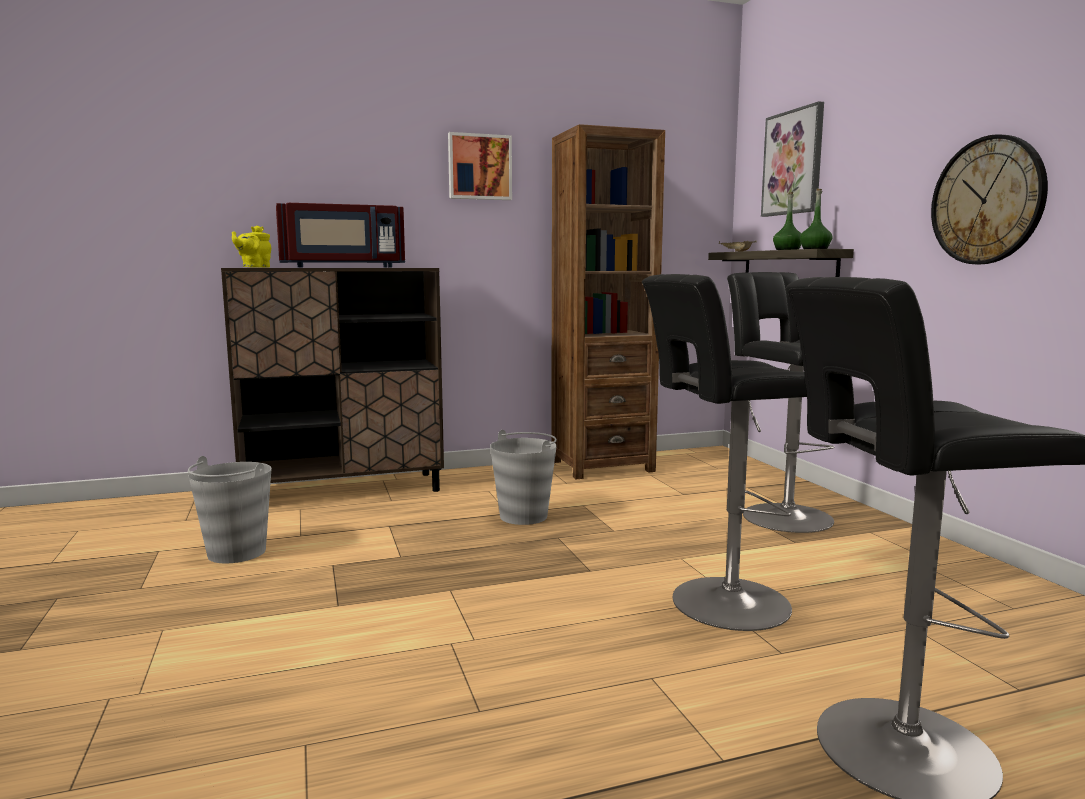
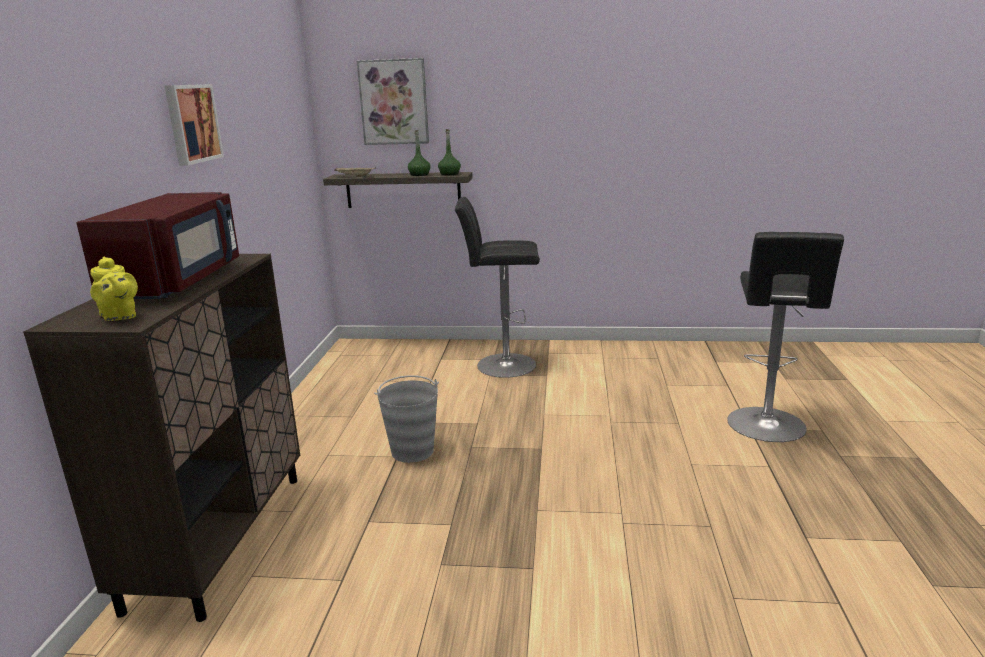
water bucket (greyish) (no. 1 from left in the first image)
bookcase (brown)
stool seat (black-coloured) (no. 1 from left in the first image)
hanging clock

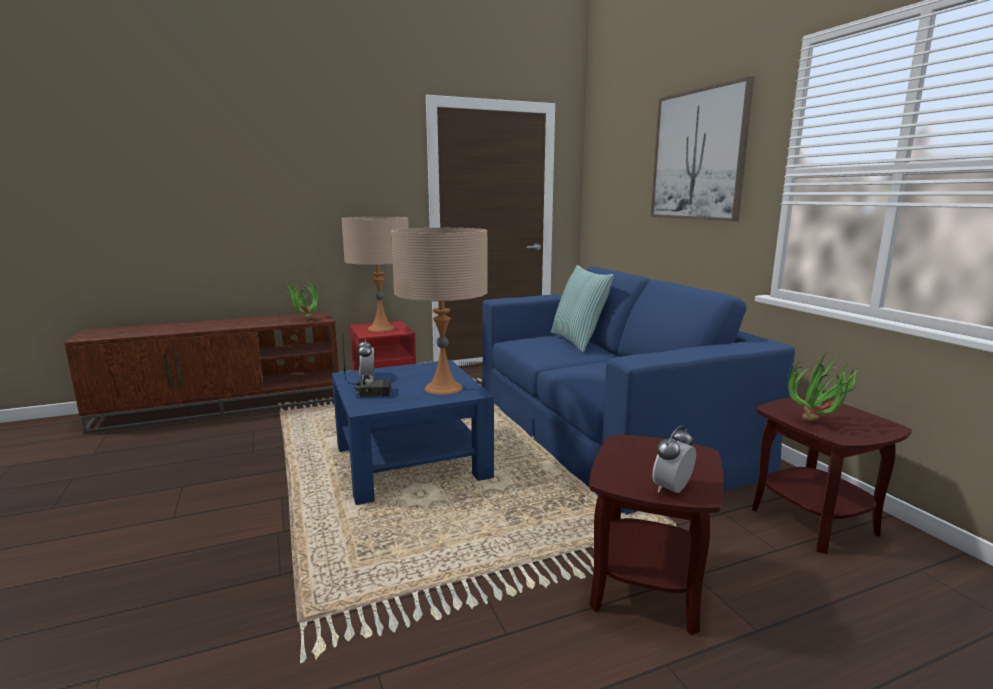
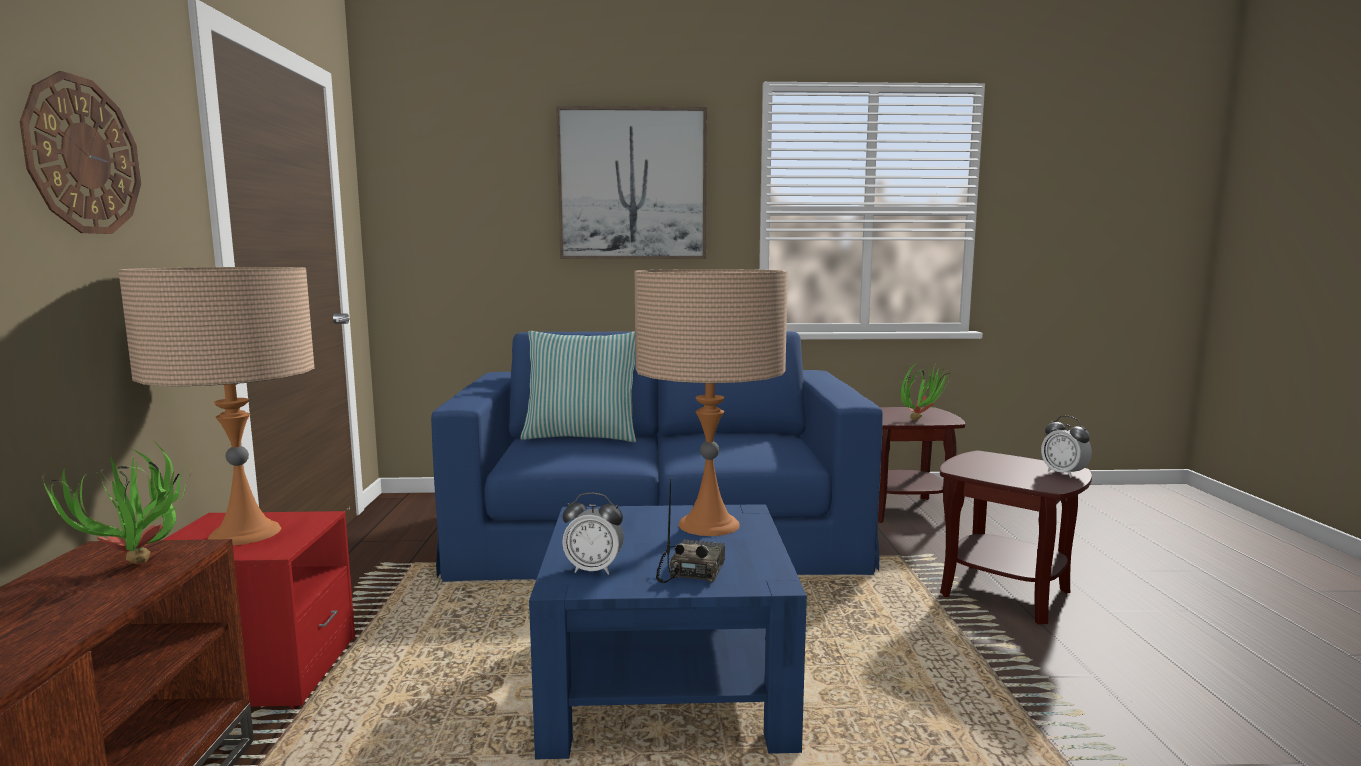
hanging clock

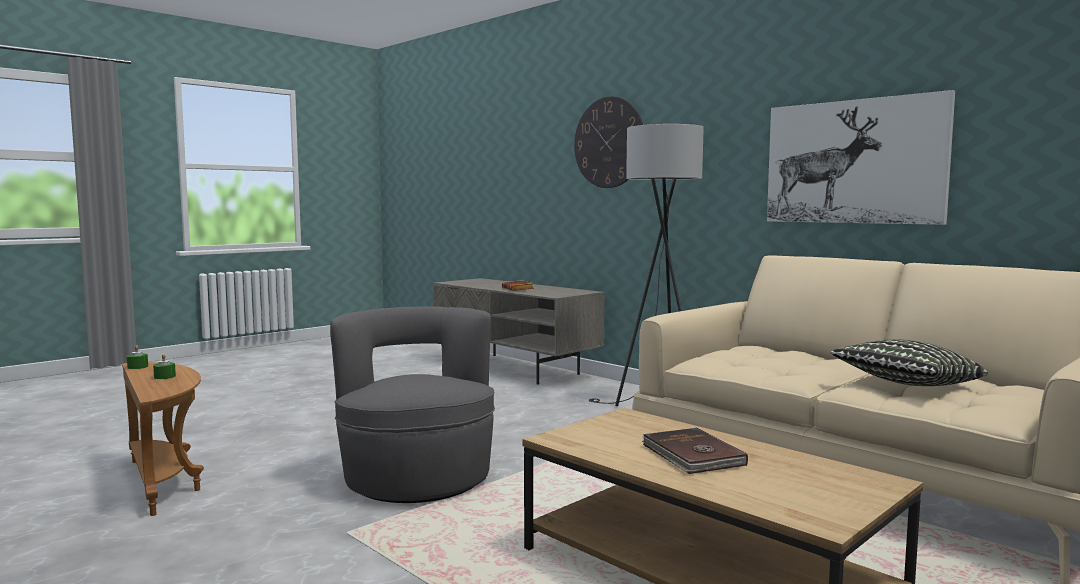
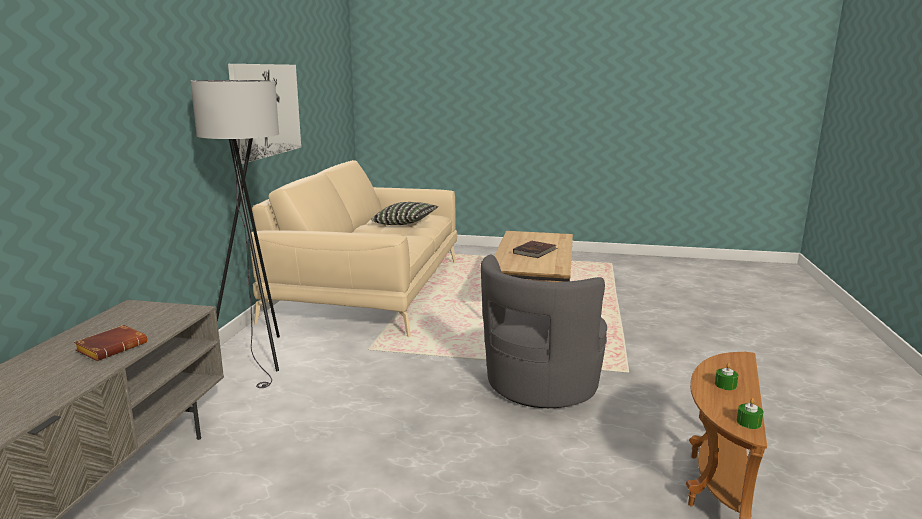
hanging clock

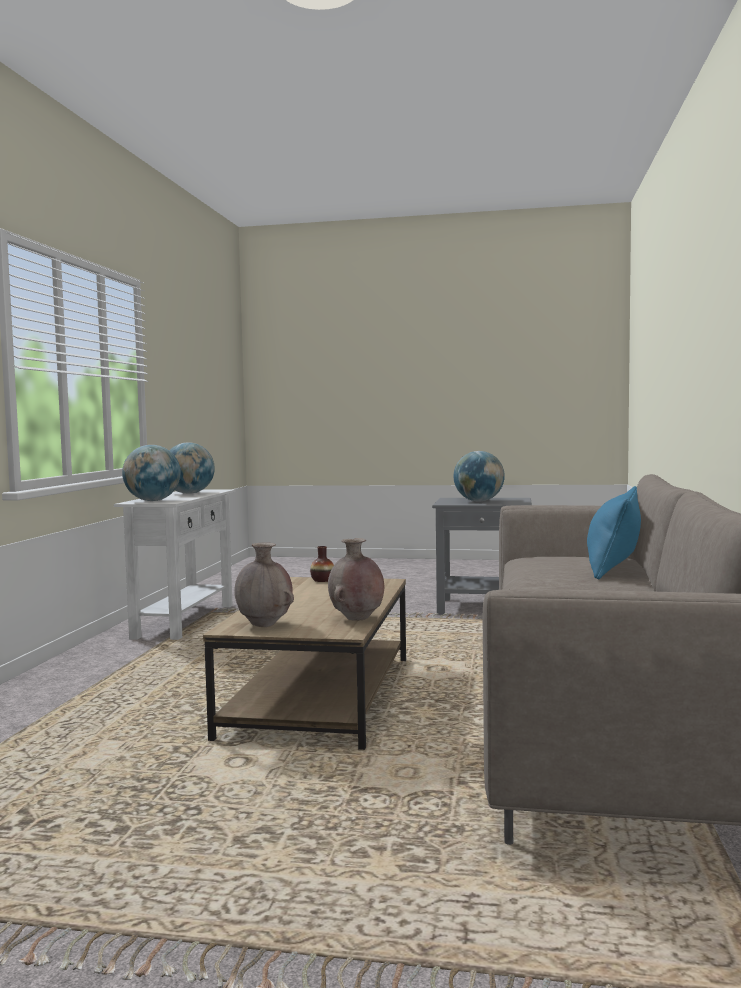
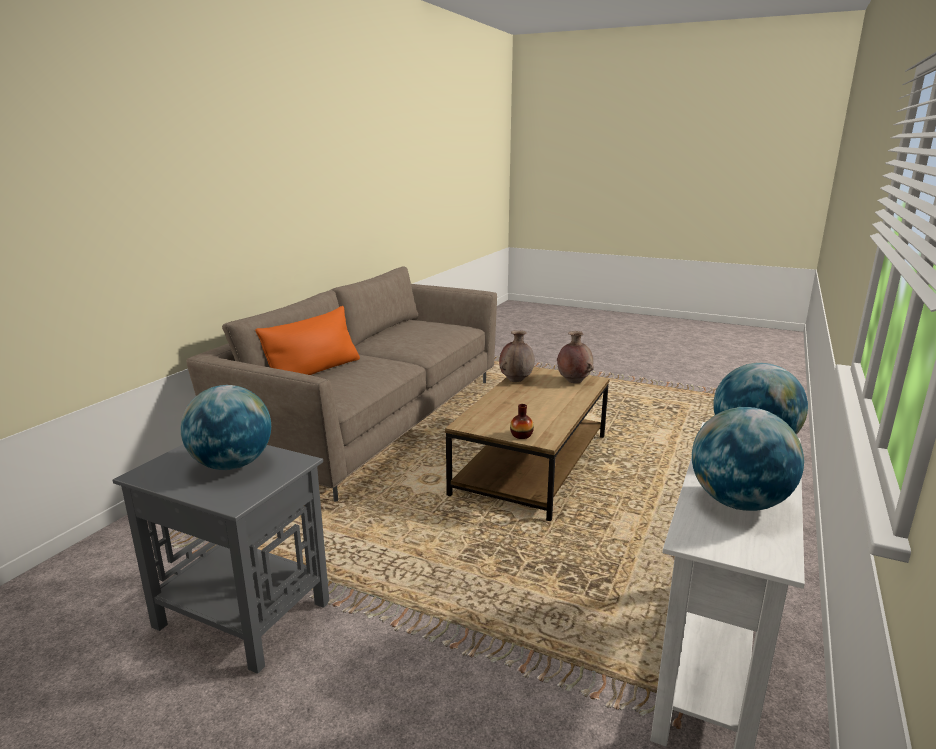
throw pillow (orange-coloured)

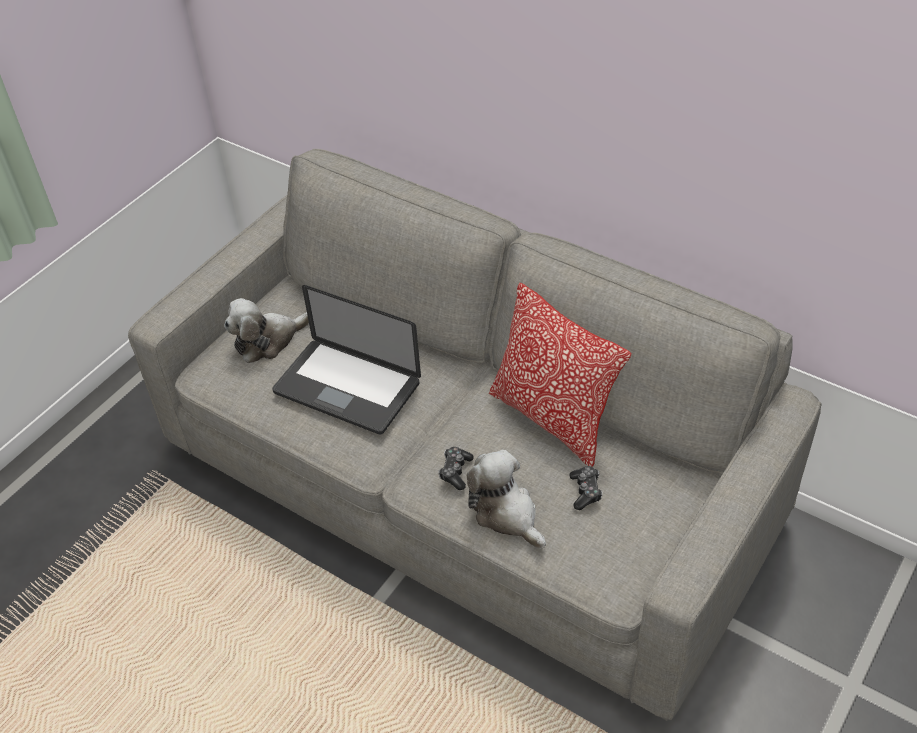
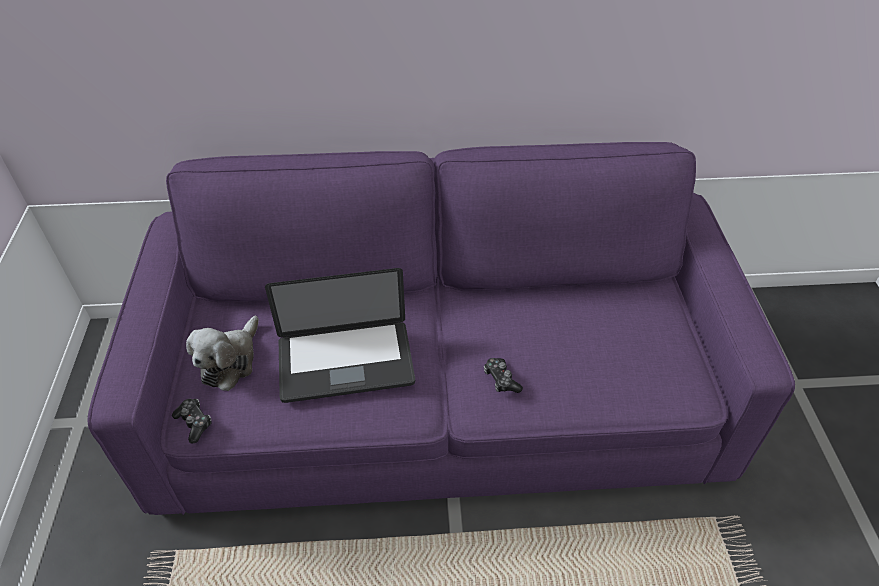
sofa (purple)
game controller (no. 1 from left)
cuddly toy (no. 2 from left in the first image)
throw pillow

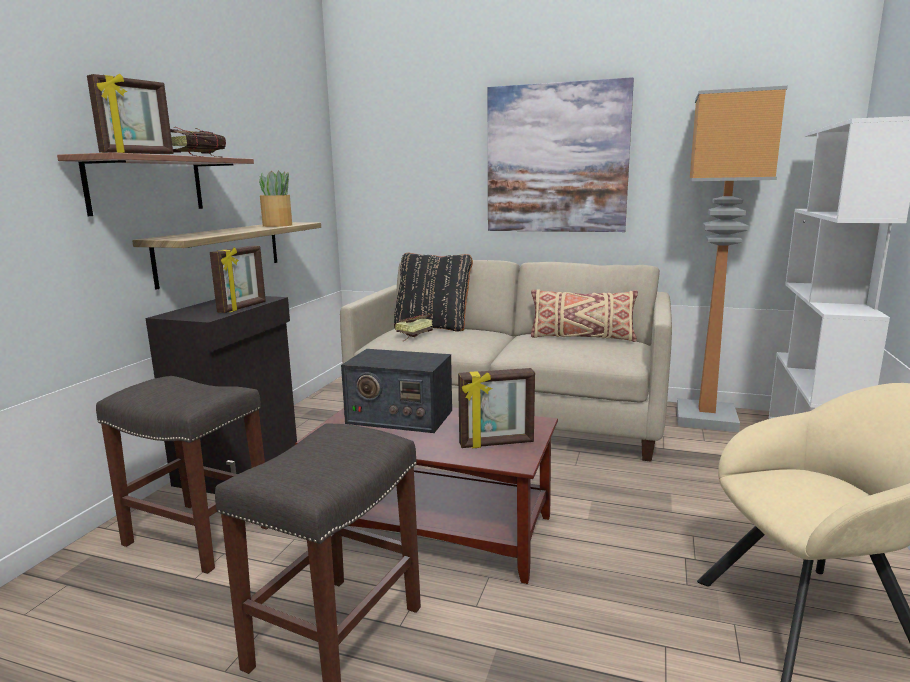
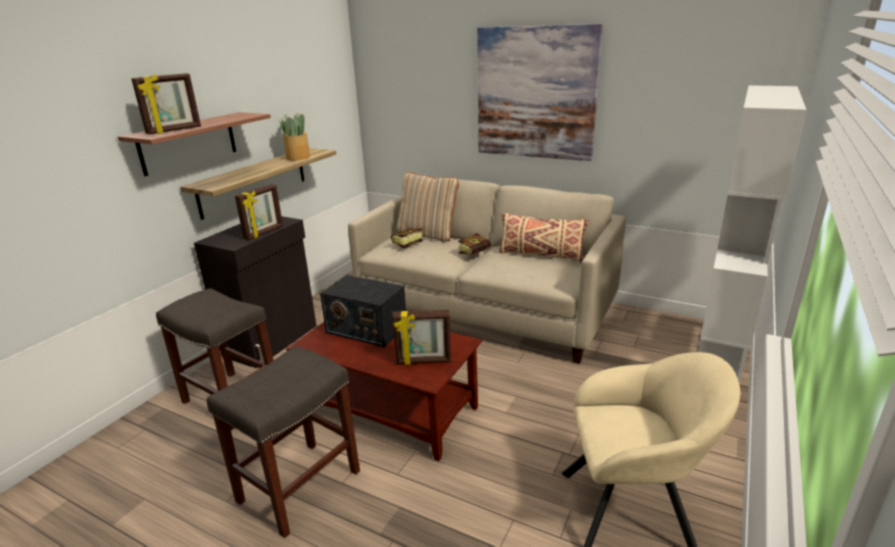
throw pillow (sand-coloured) (no. 1 from left)
bound book (no. 2 from left)
standing lamp

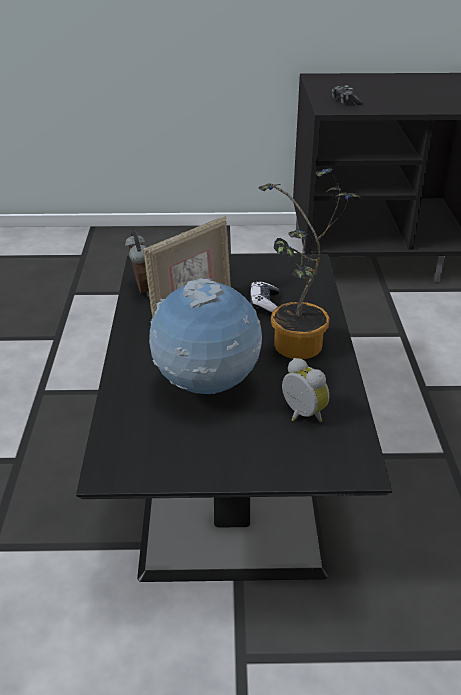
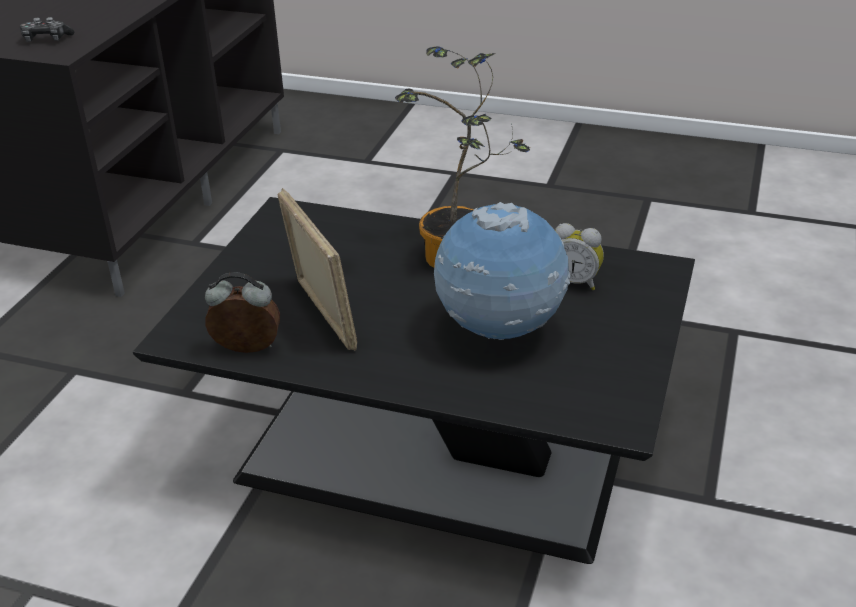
alarm clock (no. 2 from left)
game controller (no. 1 from left in the first image)

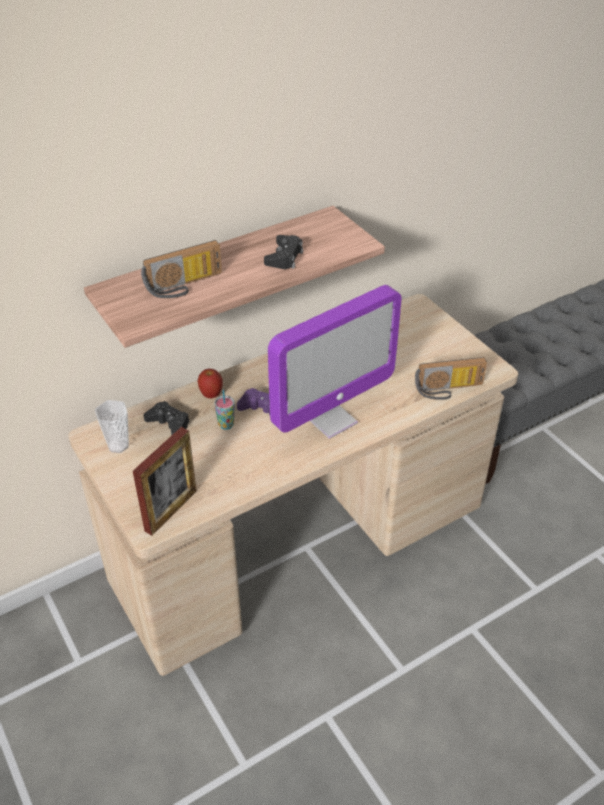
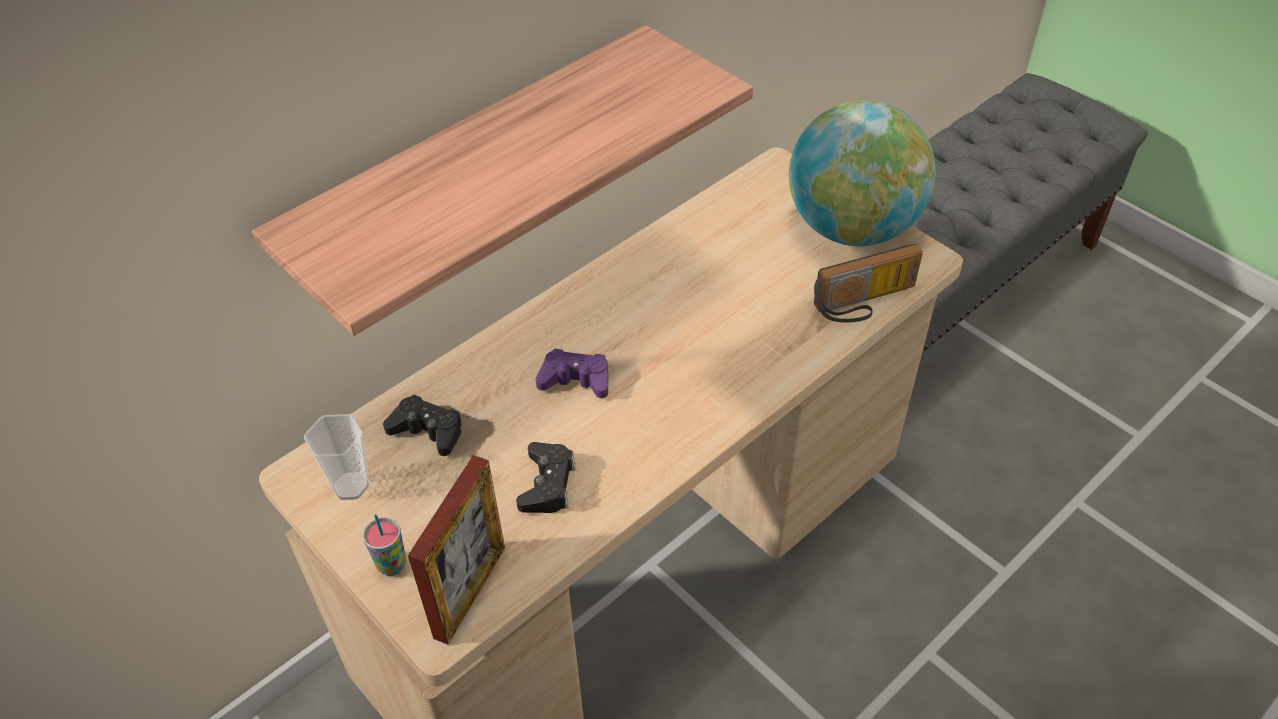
cup (no. 2 from left)
game controller (black-coloured) (no. 2 from left)
globe
radio (no. 1 from left in the first image)
apple
computer screen

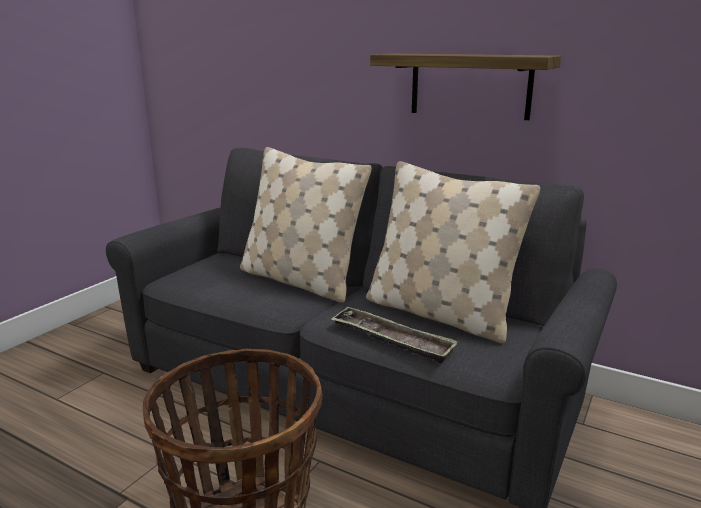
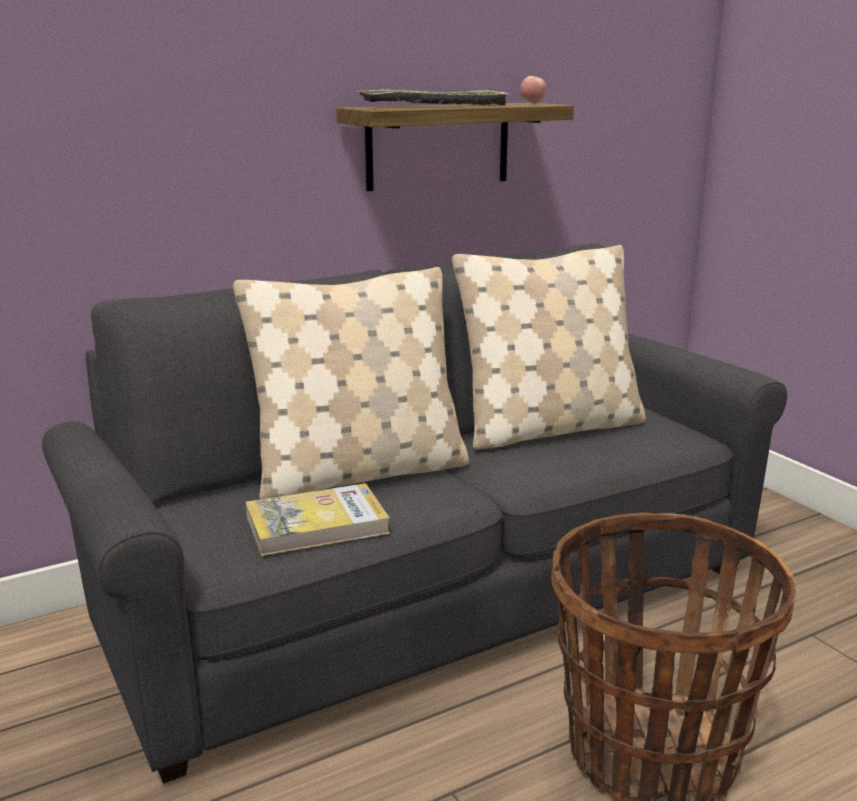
bound book
serving tray
apple

